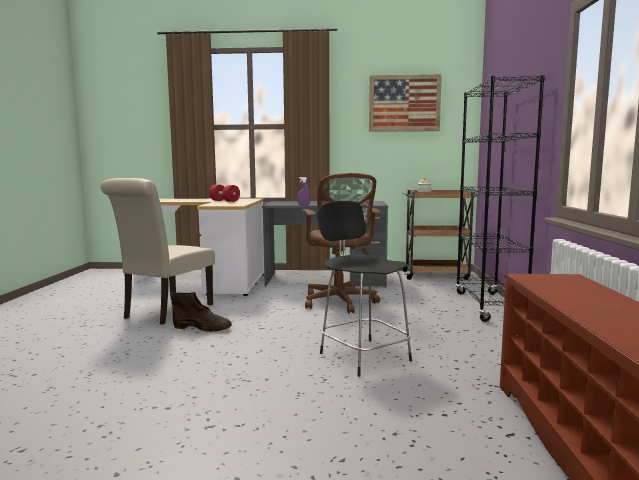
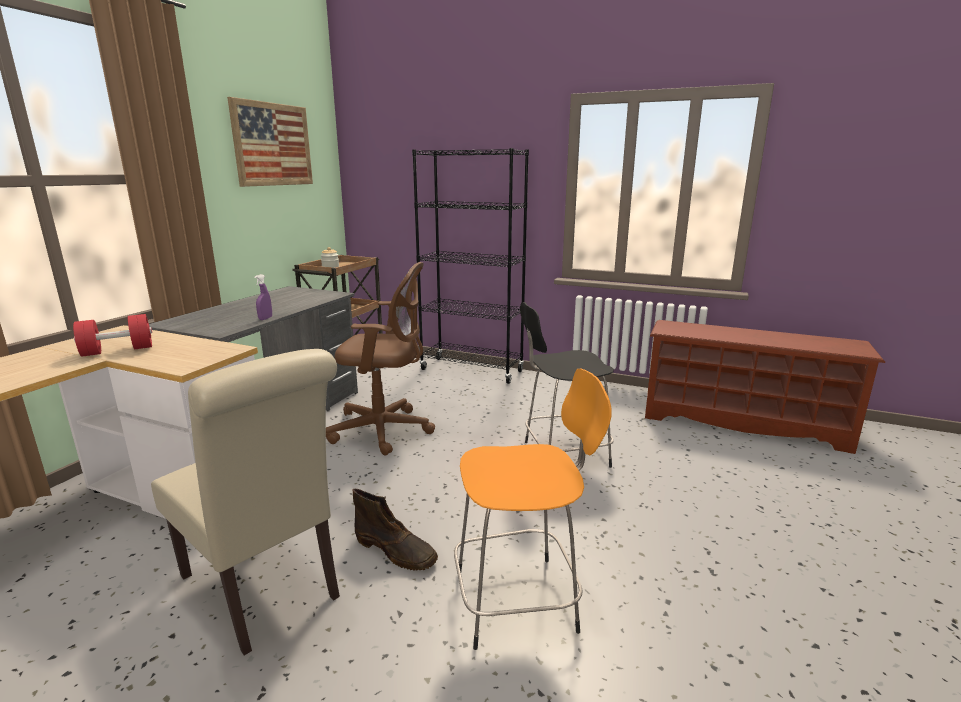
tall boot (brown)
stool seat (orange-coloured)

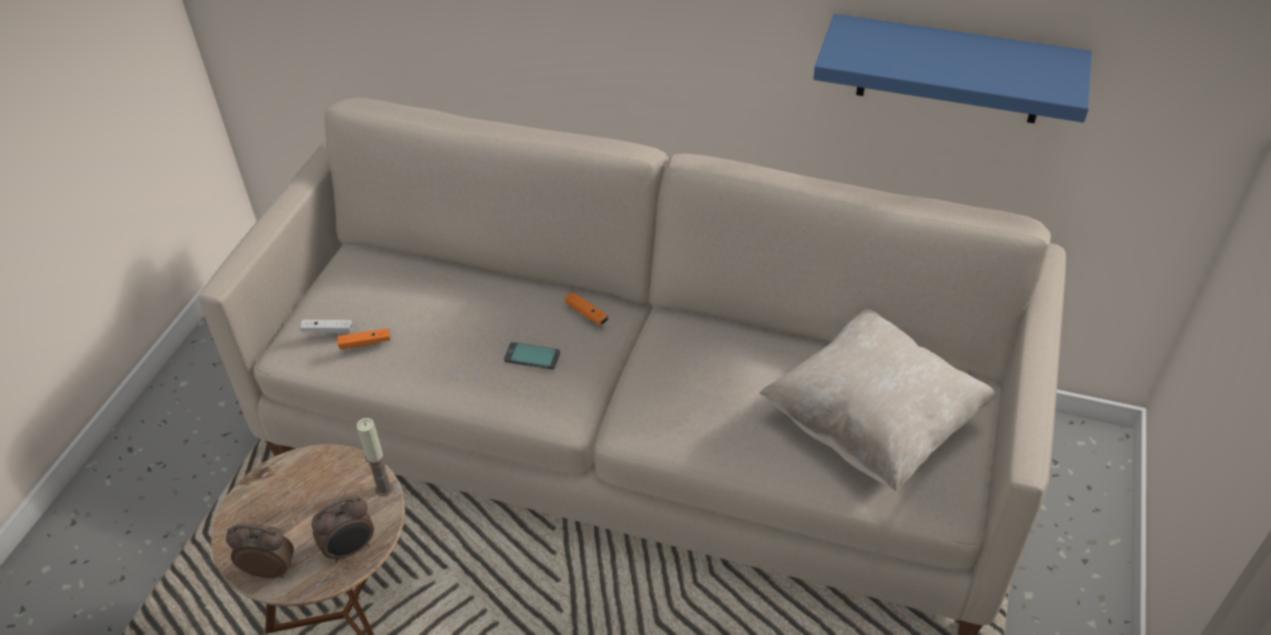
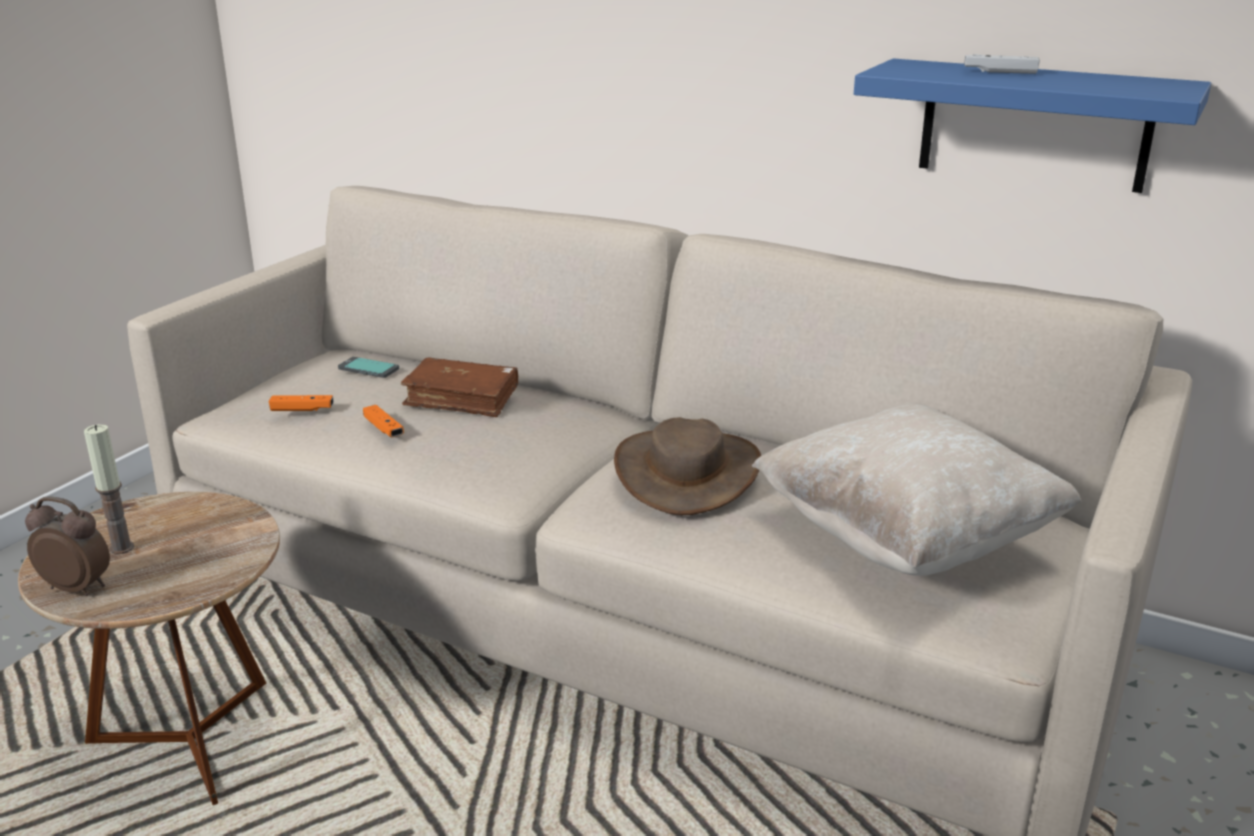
wax candle
telephone
game controller (orange-coloured) (no. 2 from left)
bound book (brown)
clothing hat (brown)
game controller (white)
alarm clock (no. 2 from left in the first image)

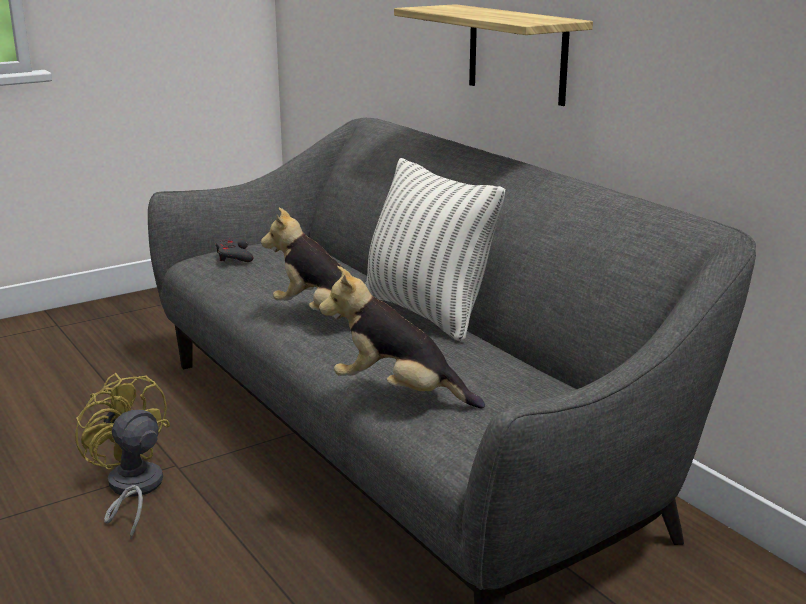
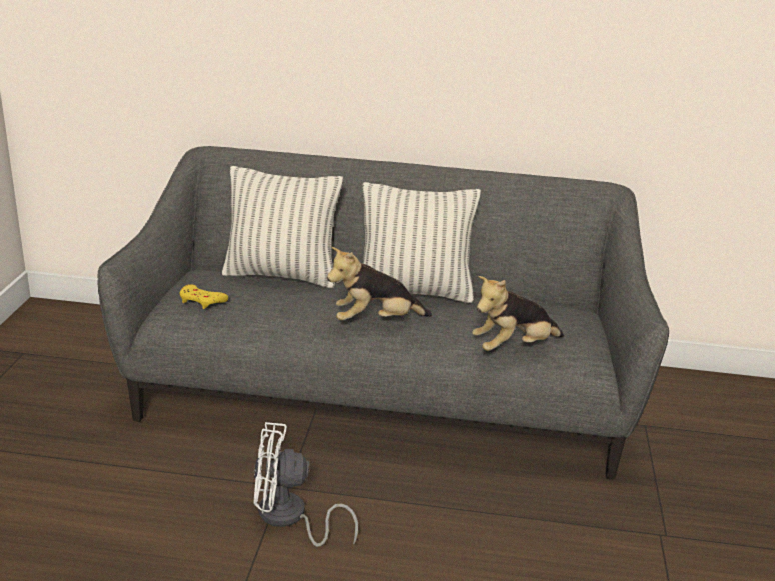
game controller (yellow-coloured)
throw pillow (no. 1 from left)
fan (white)
wall shelf

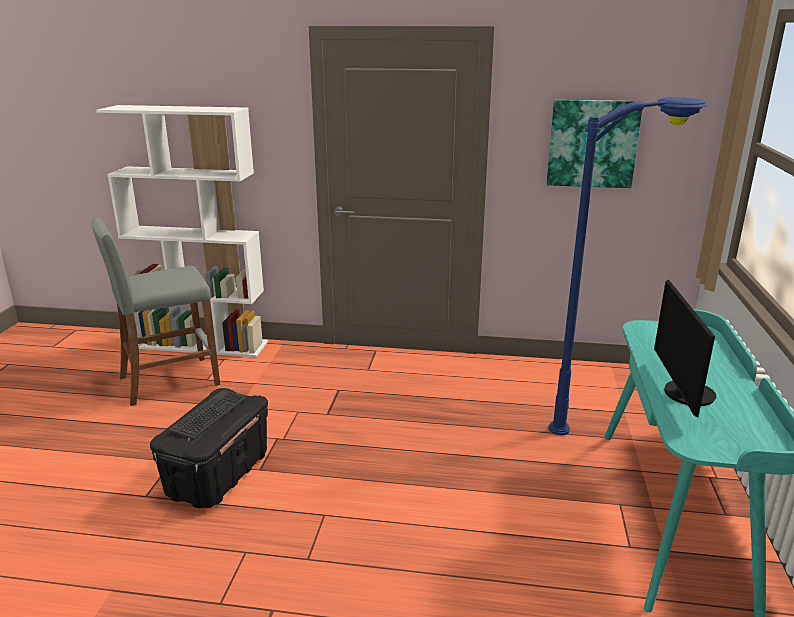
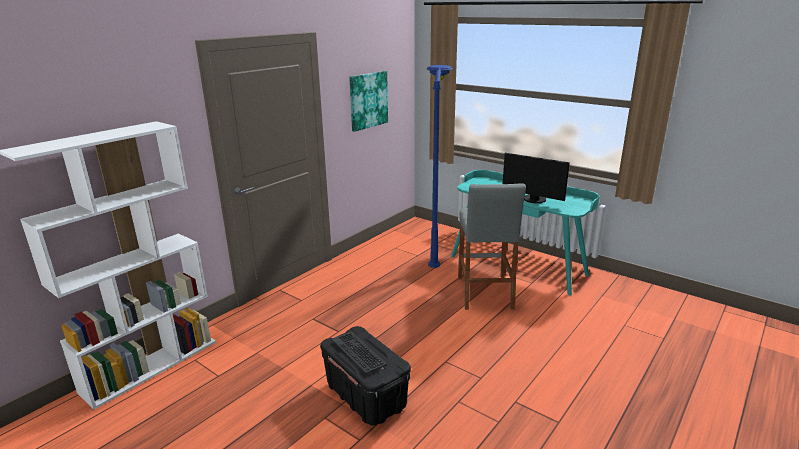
stool seat (greyish)

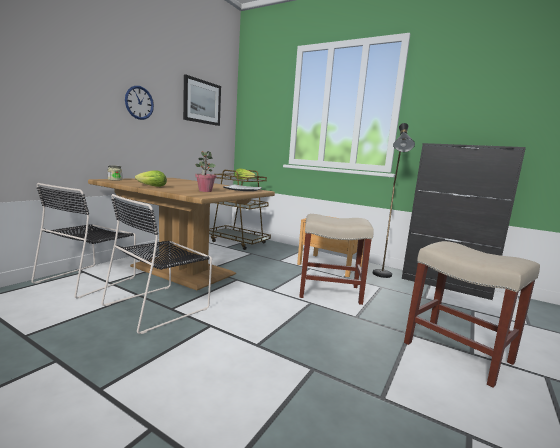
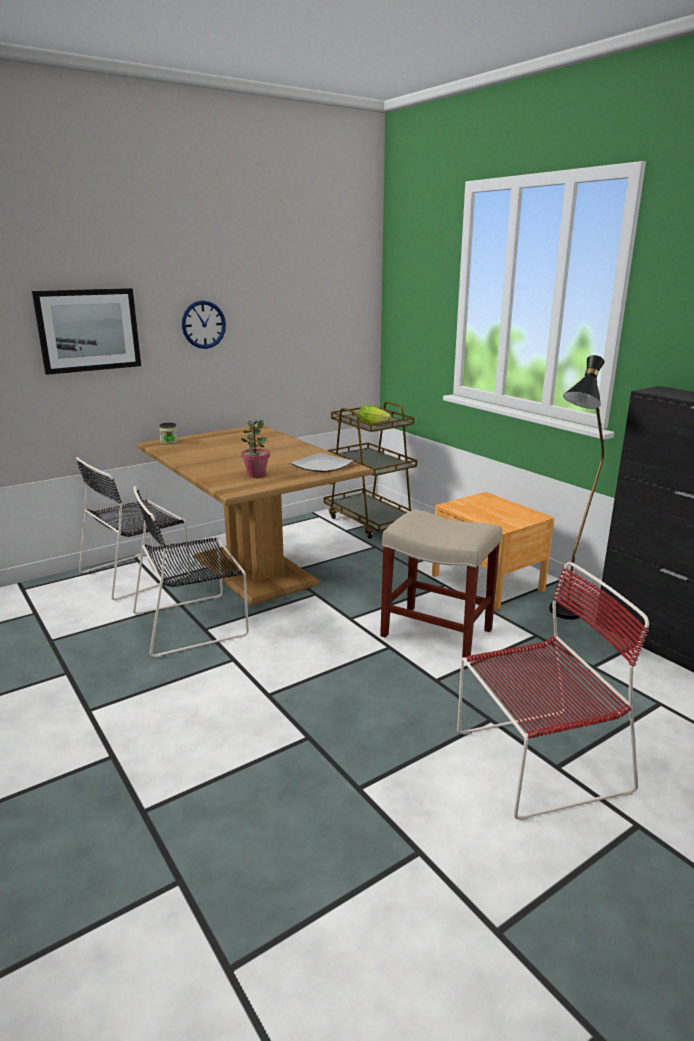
wall picture
plain chair (reddish)
head of lettuce (no. 1 from left in the first image)

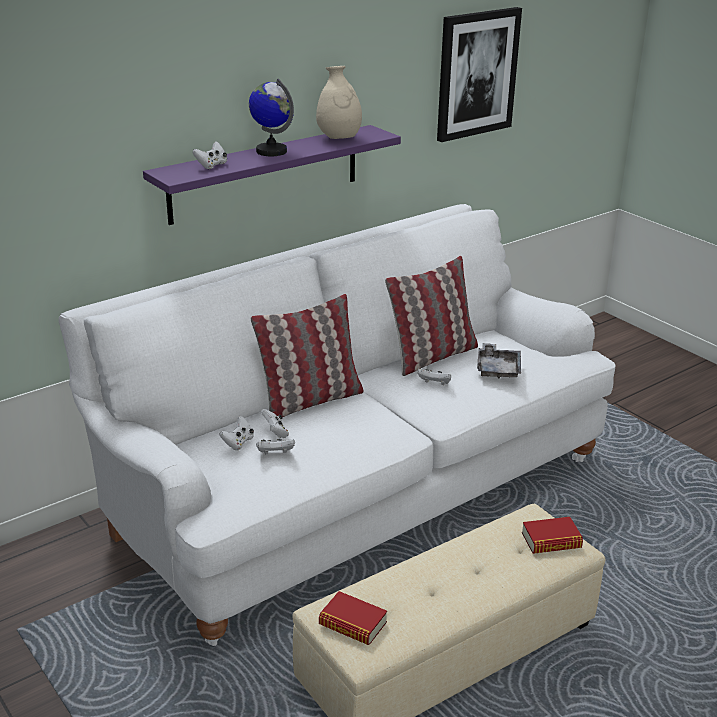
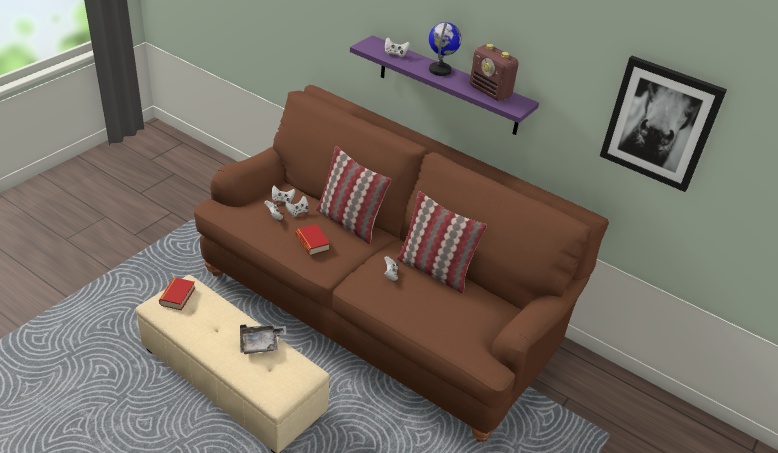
sofa (brown)
serving tray (greyish)
bound book (no. 2 from left)
radio

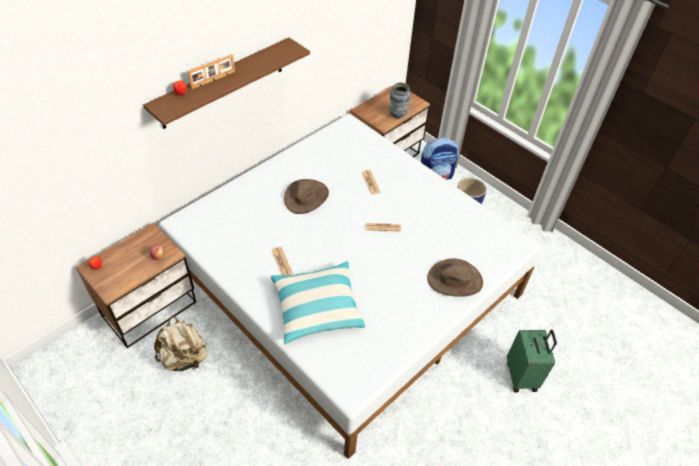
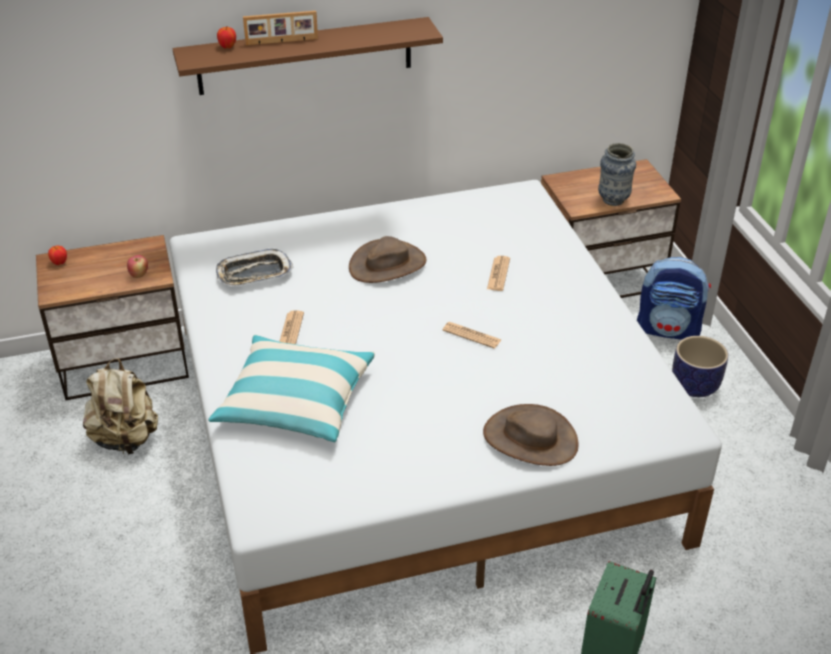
serving tray

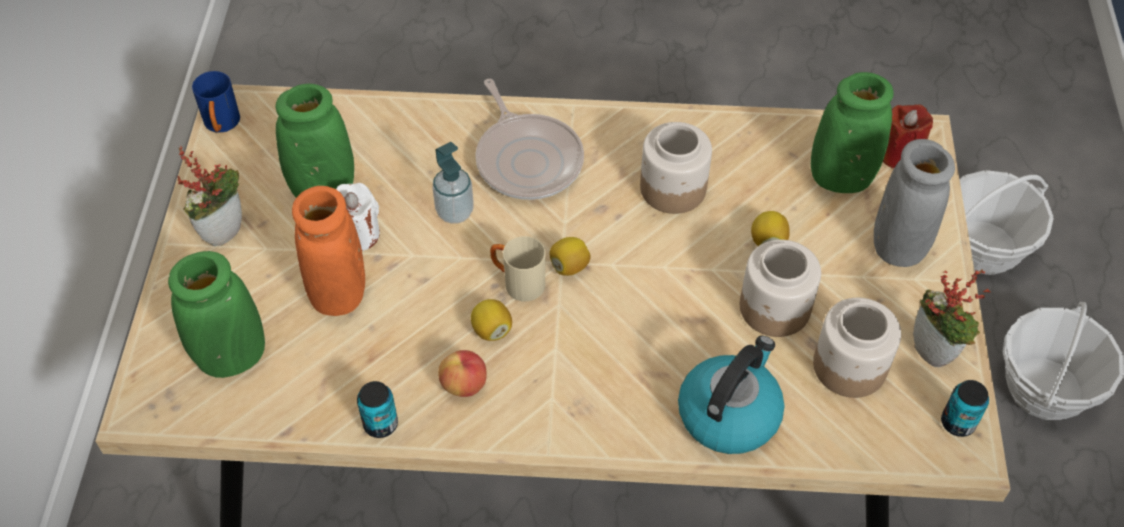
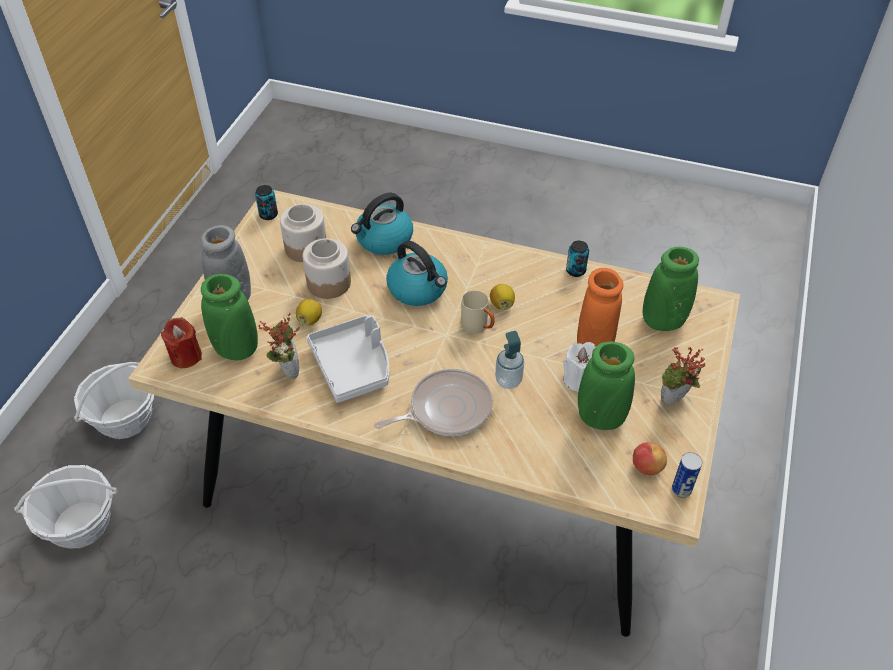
plant in a pot (no. 1 from left)
serving tray (greyish)
pan
water kettle (no. 2 from left)
apple
sealed can (no. 3 from left)
citrus fruit (no. 2 from left in the first image)

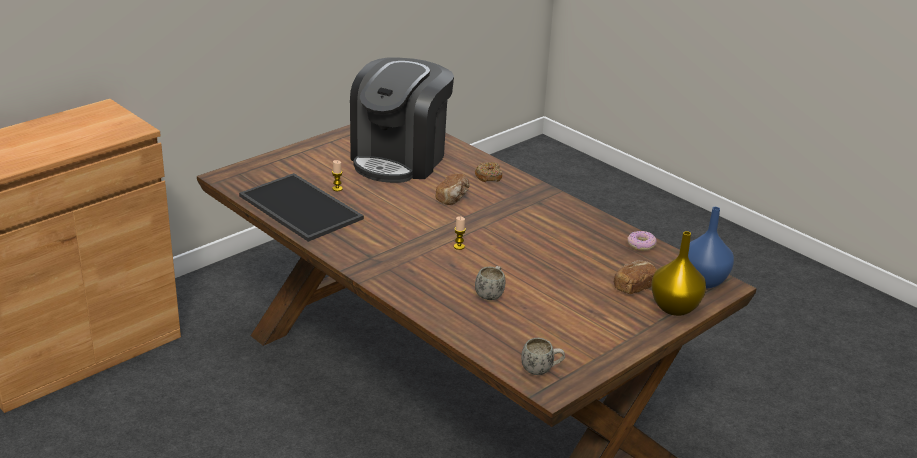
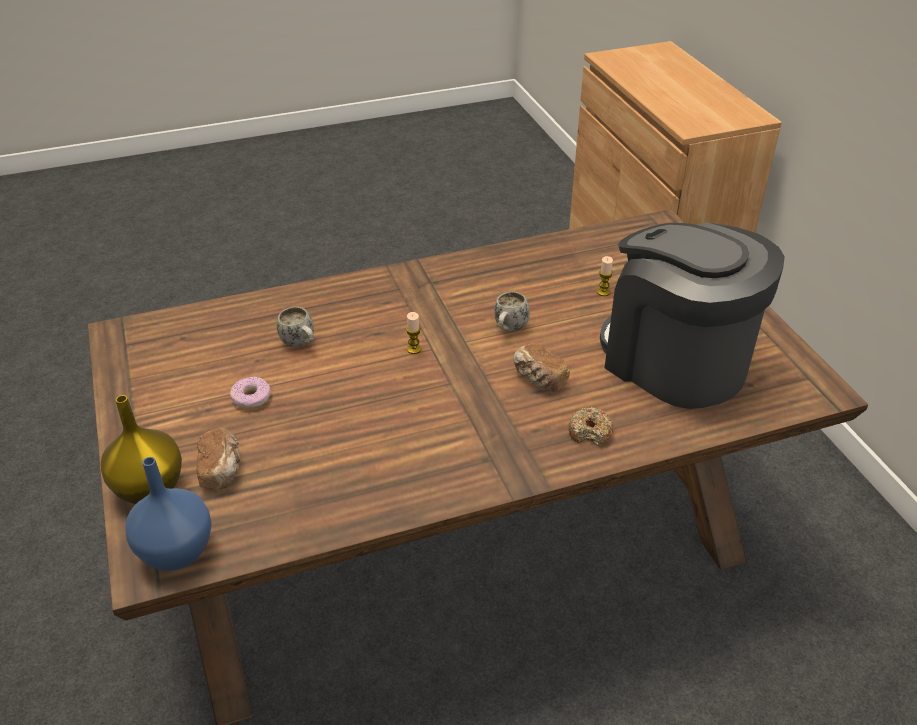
donut (no. 1 from left)
tea mug (white) (no. 2 from left)
serving tray

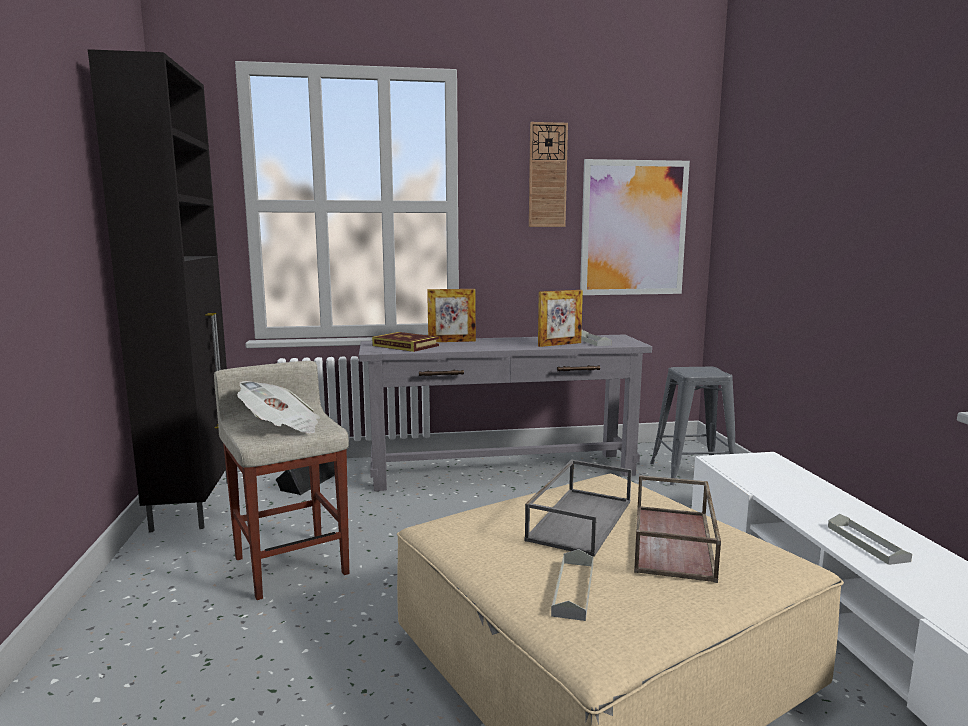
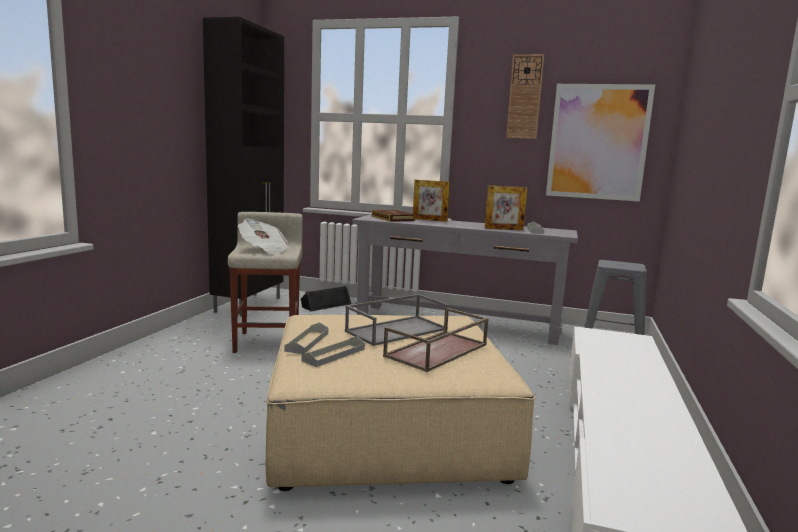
serving tray (greyish) (no. 1 from left)

